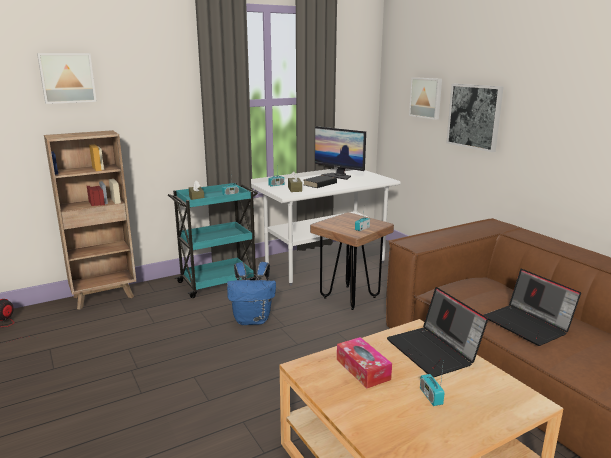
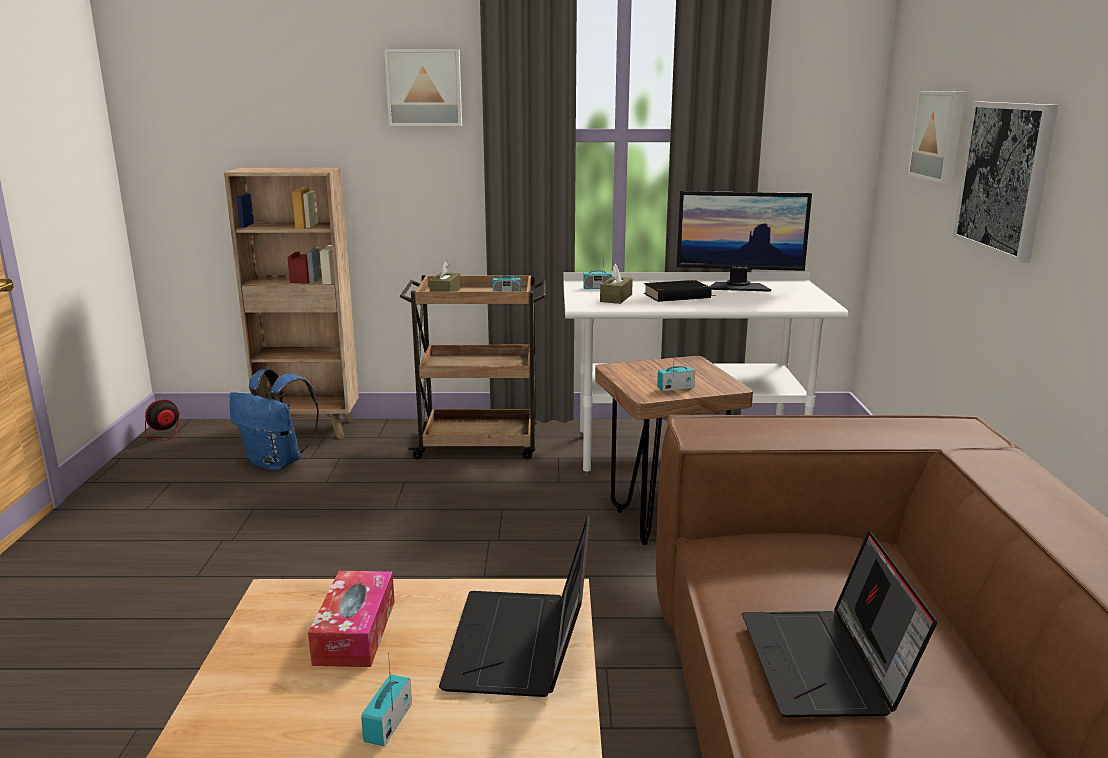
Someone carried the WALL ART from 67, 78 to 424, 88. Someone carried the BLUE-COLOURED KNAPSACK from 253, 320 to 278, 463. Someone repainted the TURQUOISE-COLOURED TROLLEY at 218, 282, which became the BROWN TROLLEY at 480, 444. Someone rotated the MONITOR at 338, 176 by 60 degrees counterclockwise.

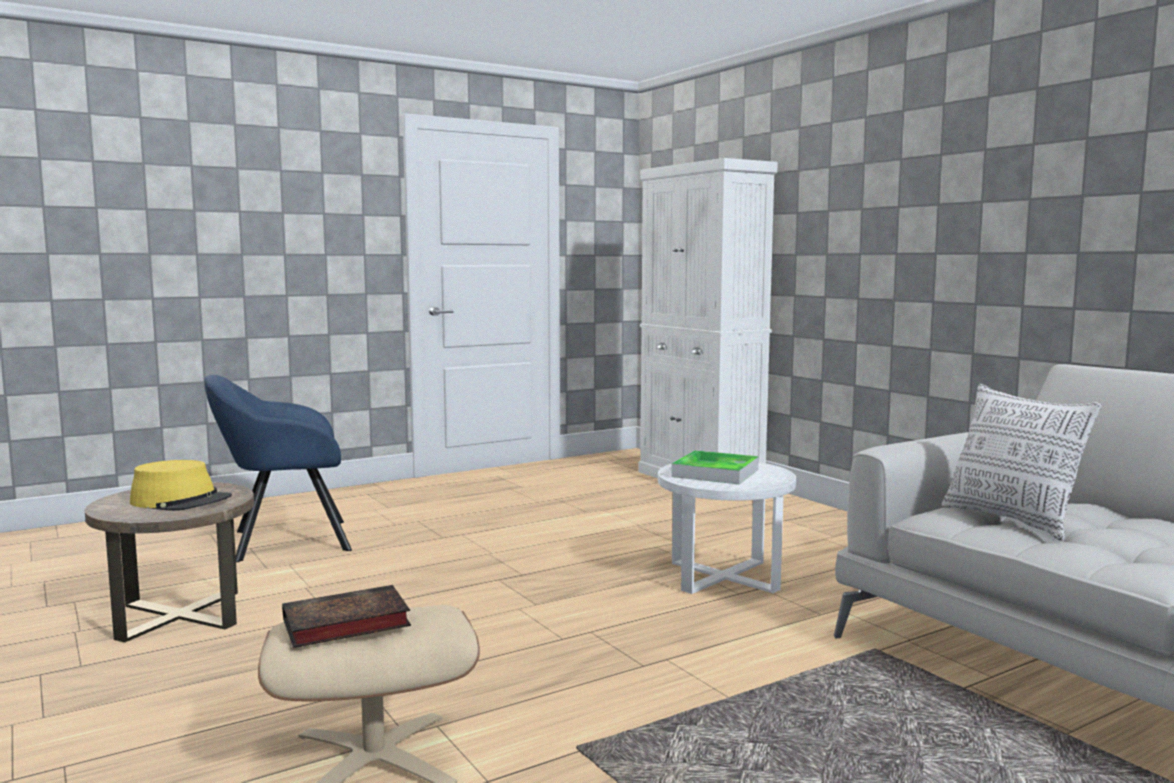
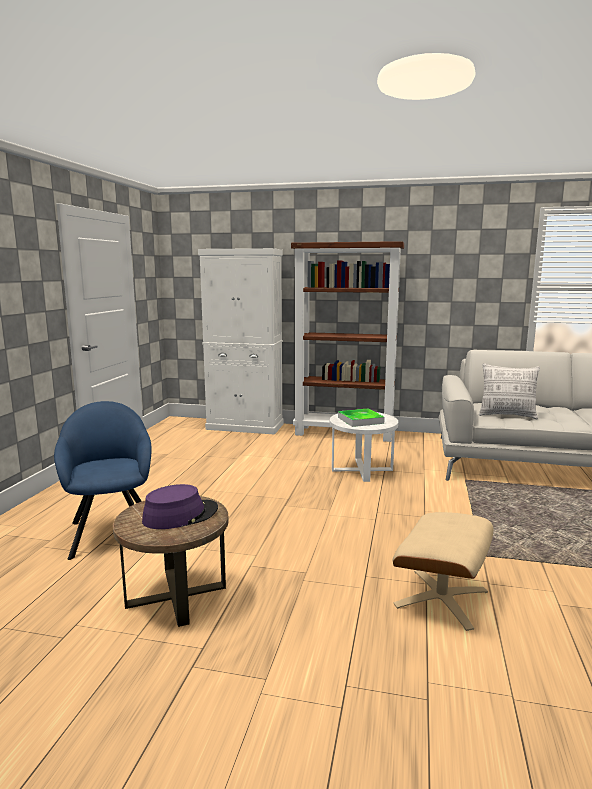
Someone took away the VOLUME at 343, 624. Someone put down the BROWN SHELVING UNIT at 345, 433. Someone repainted the YELLOWISH CLOTHING HAT at 181, 501, which became the PURPLISH CLOTHING HAT at 180, 515. Someone rotated the BLUE-COLOURED ARMCHAIR at 283, 541 by 135 degrees clockwise.

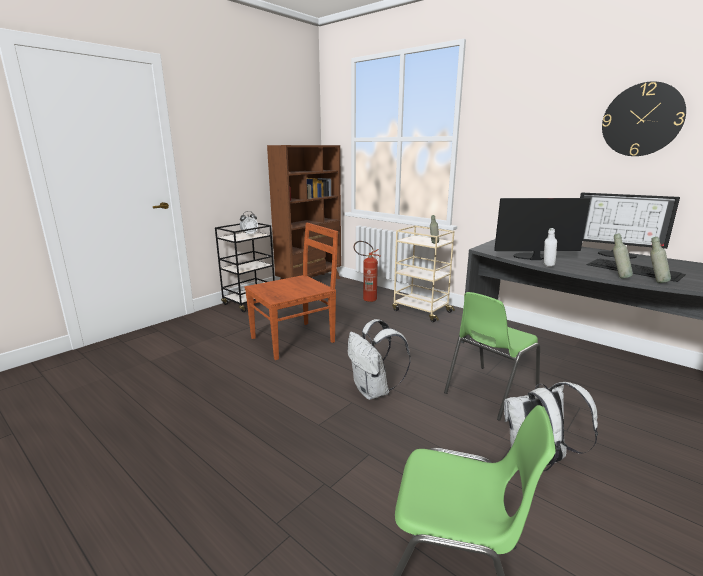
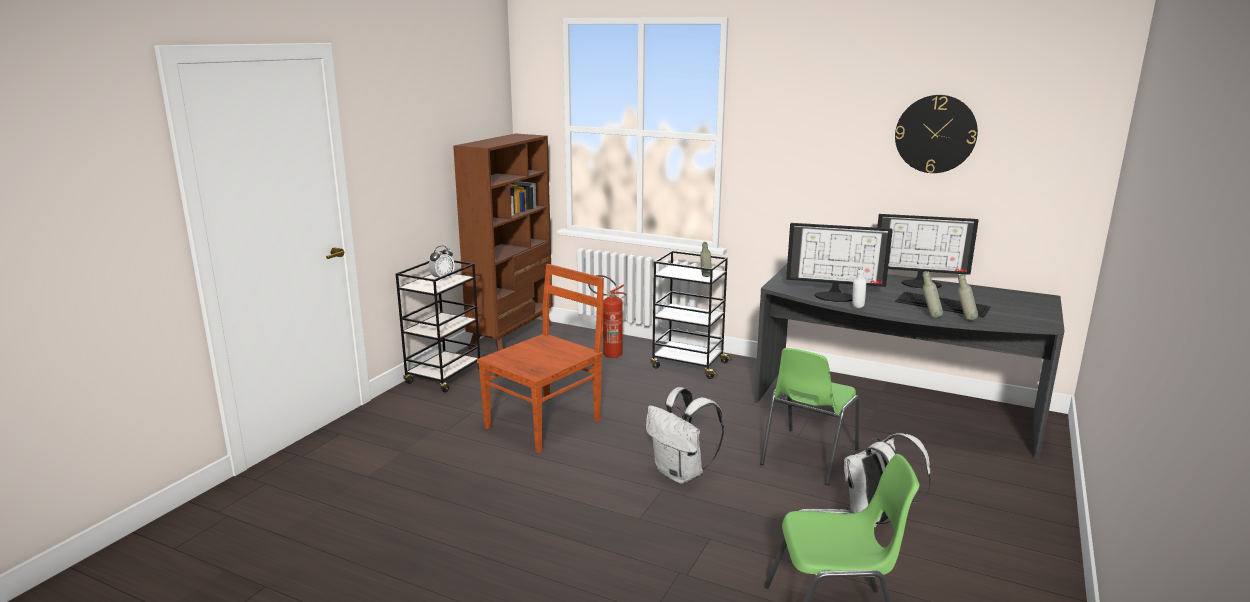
Someone repainted the BEIGE-COLOURED TROLLEY at 421, 311, which became the BLACKISH TROLLEY at 688, 365. Someone rotated the MONITOR at 531, 257 by 150 degrees counterclockwise.

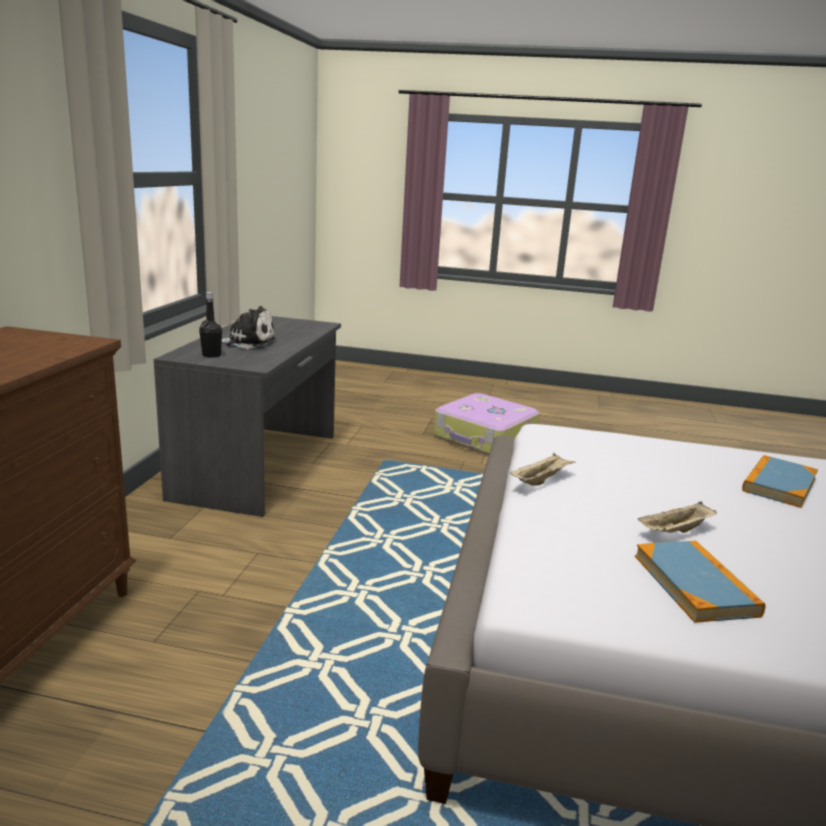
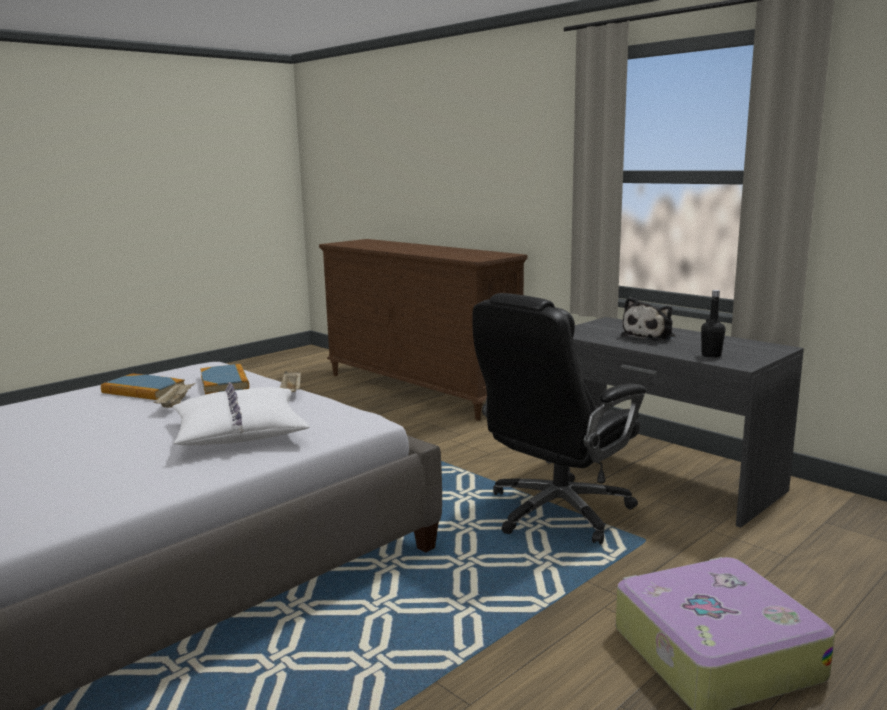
Someone put down the WHITE-COLOURED THROW PILLOW at 239, 431. Someone put down the BLACKISH OFFICE CHAIR at 556, 512. Someone carried the BLACKISH DRINK BOTTLE from 211, 355 to 711, 355. Someone carried the VOLUME from 779, 484 to 224, 382.

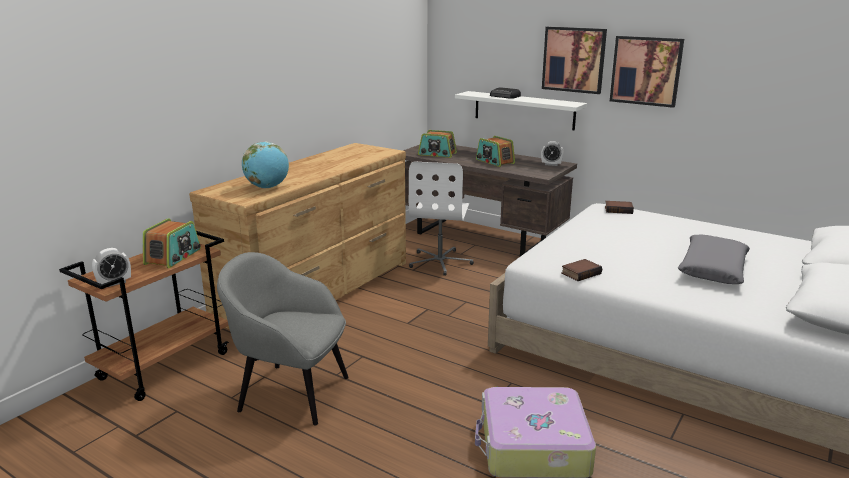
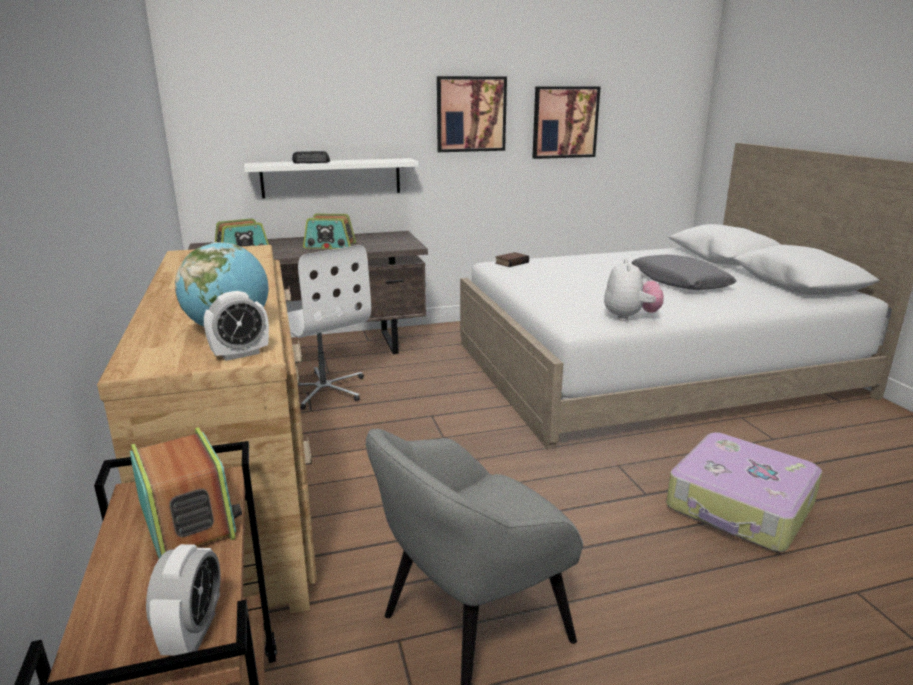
Someone carried the ALARM CLOCK from 551, 164 to 240, 354. Someone carried the WALL ART from 573, 59 to 565, 122. Someone swapped the VOLUME at 580, 273 for the SOFT TOY at 630, 317.

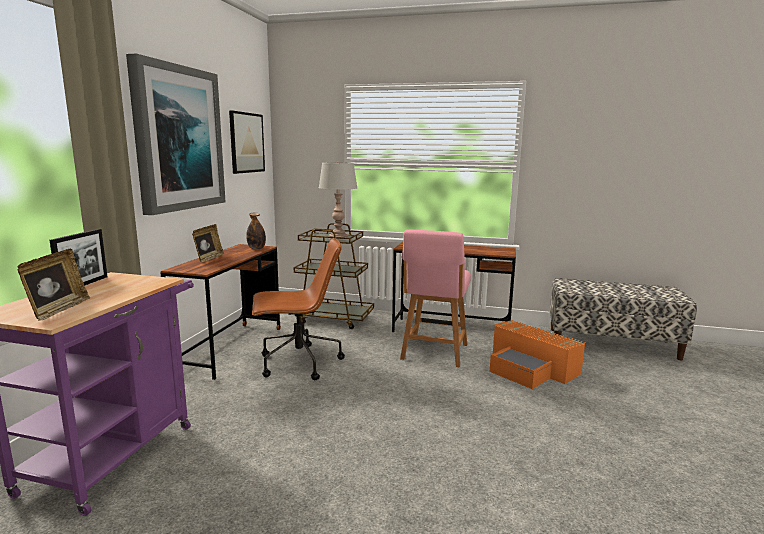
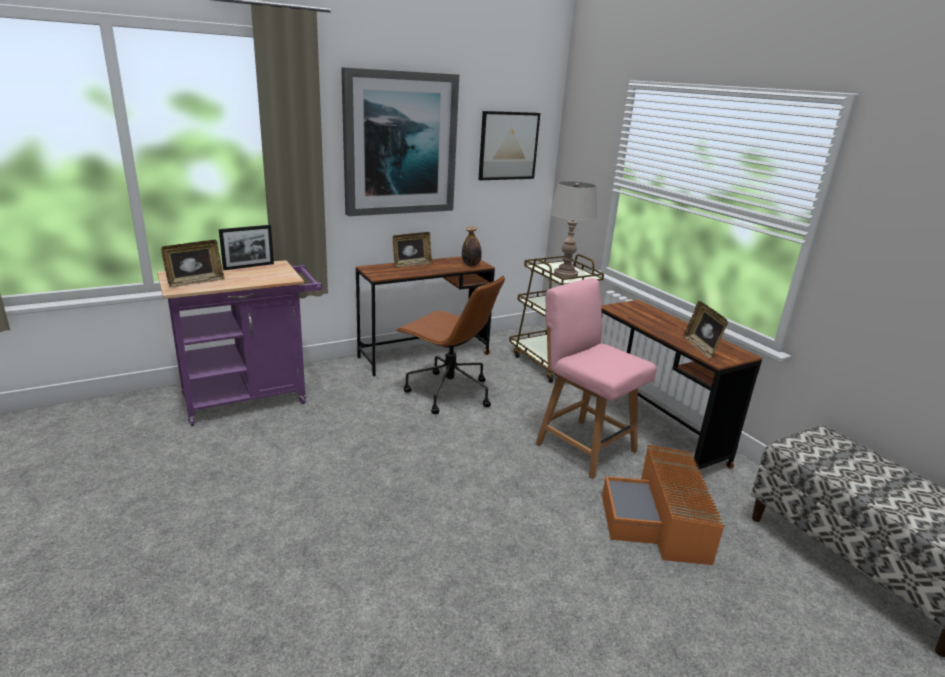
Someone put down the PHOTO FRAME at 701, 348. Someone rotated the PINK CHAIR at 434, 353 by 75 degrees clockwise.

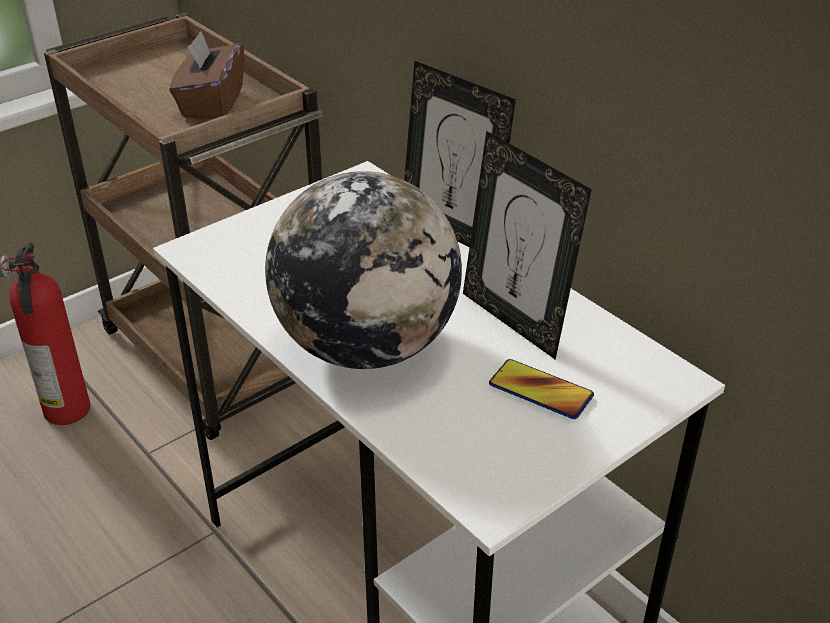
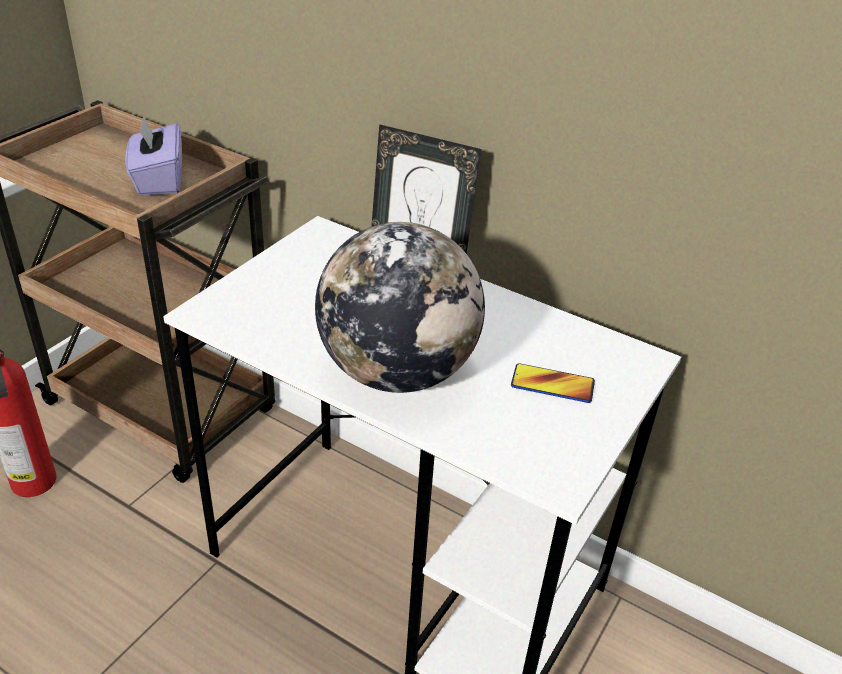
Someone took away the PHOTO FRAME at 515, 320. Someone repainted the BROWN TISSUE BOX at 211, 103, which became the PURPLISH TISSUE BOX at 158, 180.

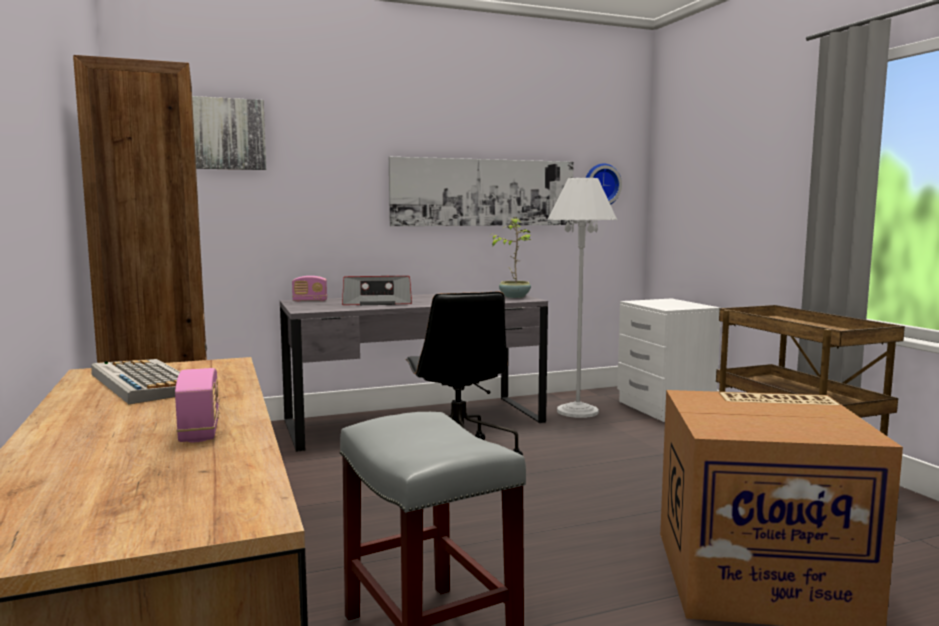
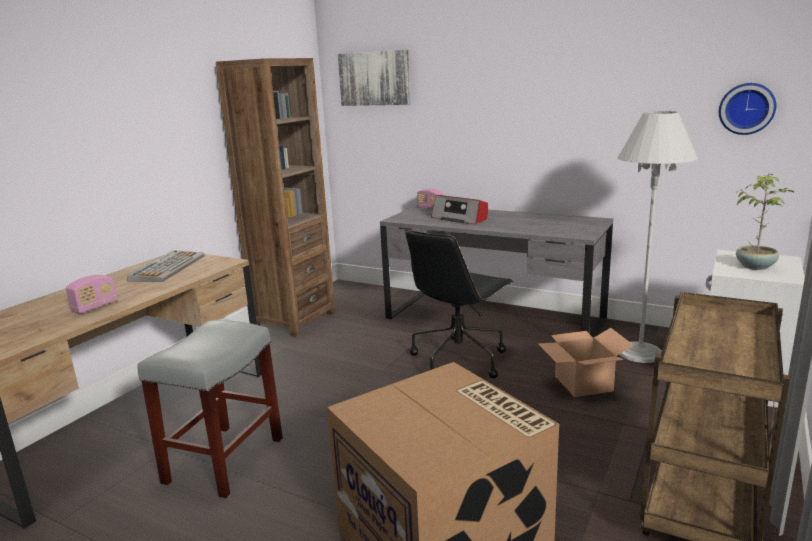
Someone took away the WALL ART at 484, 192. Someone put down the CARTON at 584, 384. Someone carried the HOUSEPLANT from 514, 296 to 755, 266.

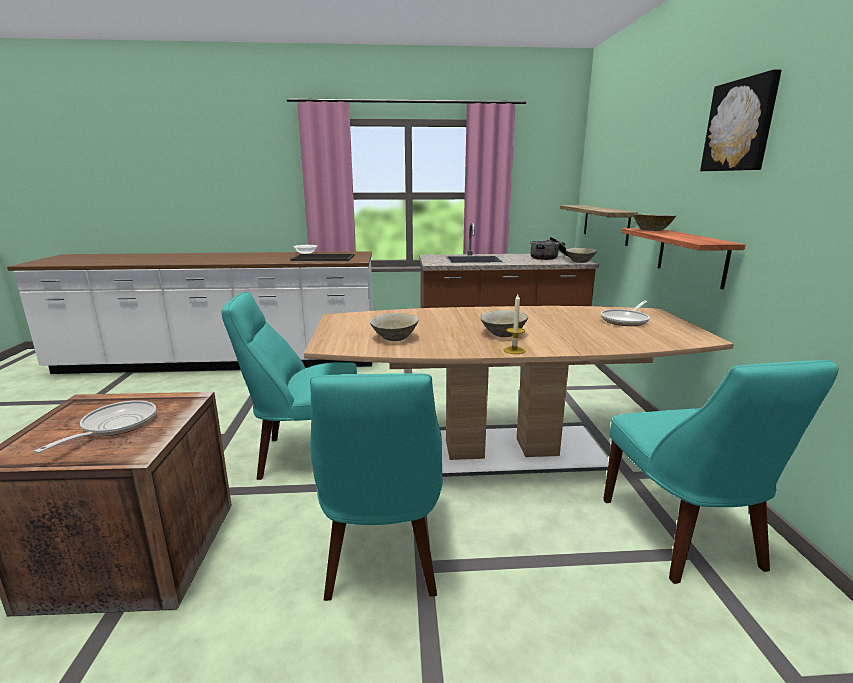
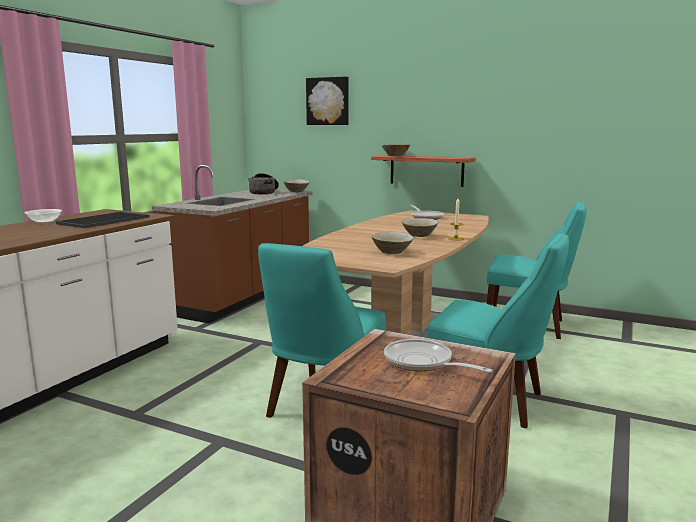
Someone took away the SHELF at 605, 223. Someone carried the WALL ART from 741, 126 to 328, 101.

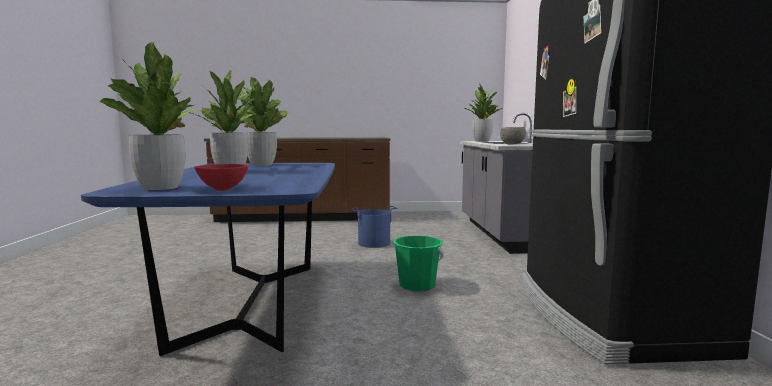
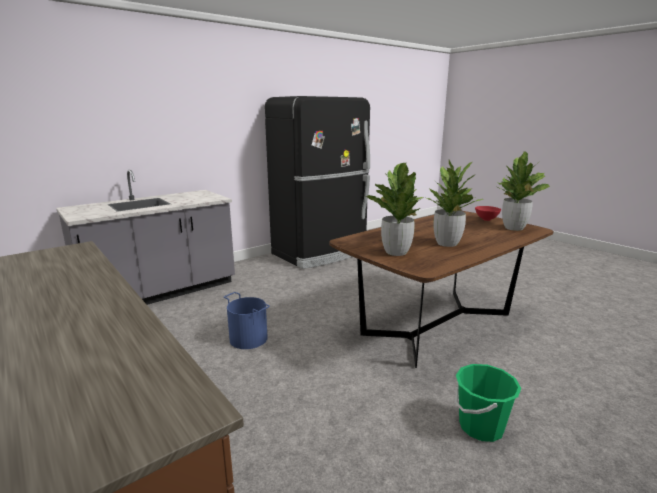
Someone took away the HOUSEPLANT at 482, 141. Someone took away the GREY SERVING BOWL at 512, 144. Someone carried the GREEN WATER BUCKET from 417, 285 to 481, 427. Someone repainted the BLUE-COLOURED DINING TABLE at 253, 302, which became the BROWN DINING TABLE at 437, 324.

